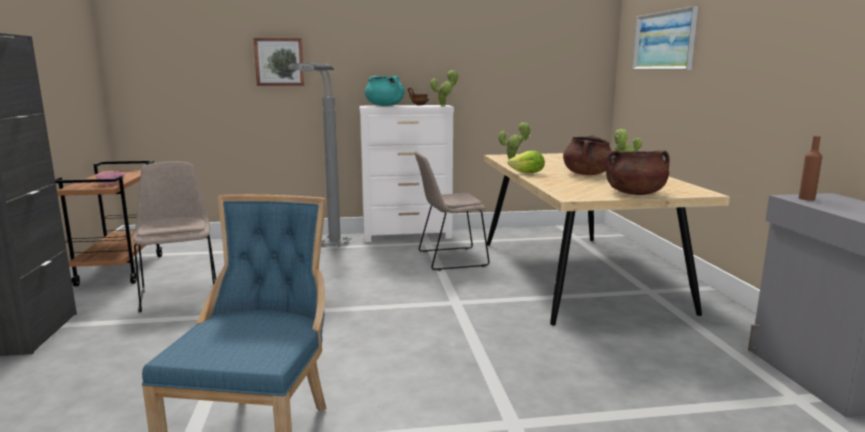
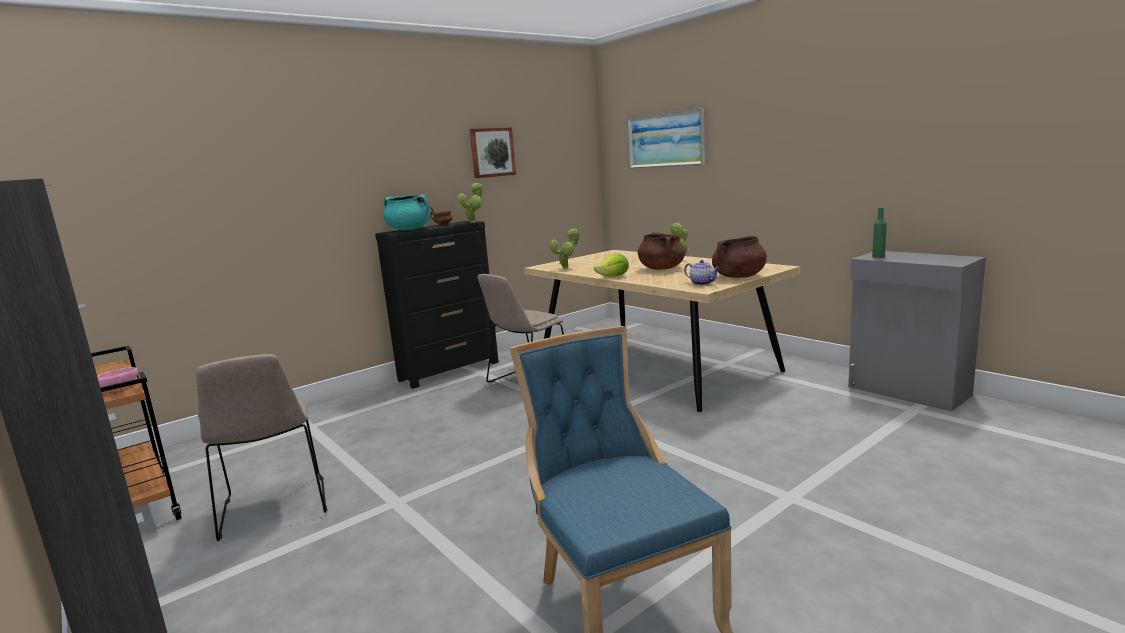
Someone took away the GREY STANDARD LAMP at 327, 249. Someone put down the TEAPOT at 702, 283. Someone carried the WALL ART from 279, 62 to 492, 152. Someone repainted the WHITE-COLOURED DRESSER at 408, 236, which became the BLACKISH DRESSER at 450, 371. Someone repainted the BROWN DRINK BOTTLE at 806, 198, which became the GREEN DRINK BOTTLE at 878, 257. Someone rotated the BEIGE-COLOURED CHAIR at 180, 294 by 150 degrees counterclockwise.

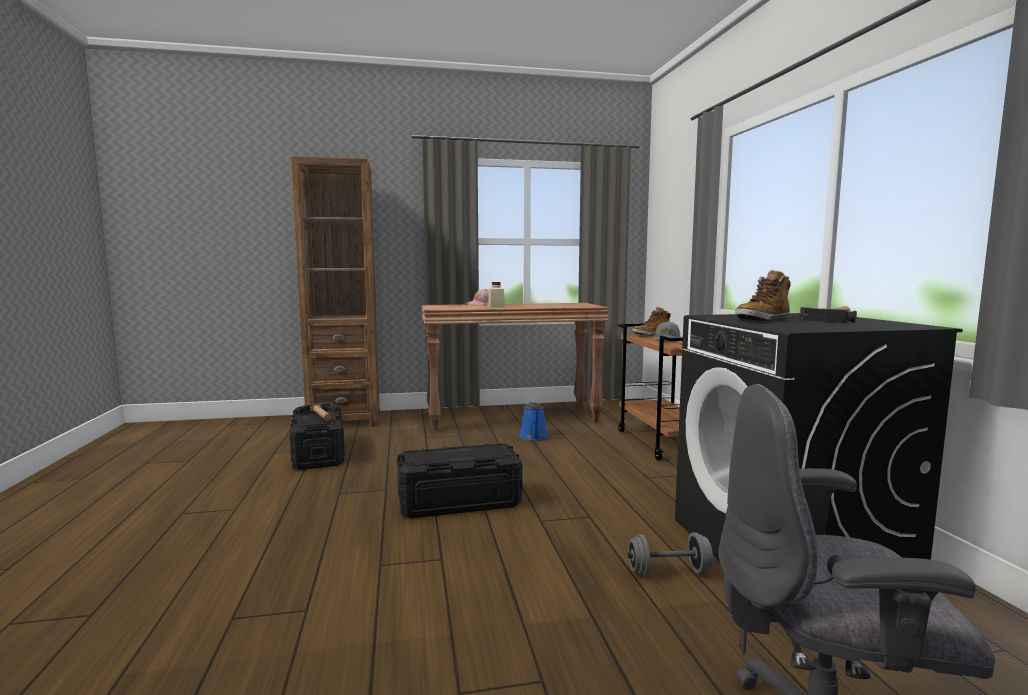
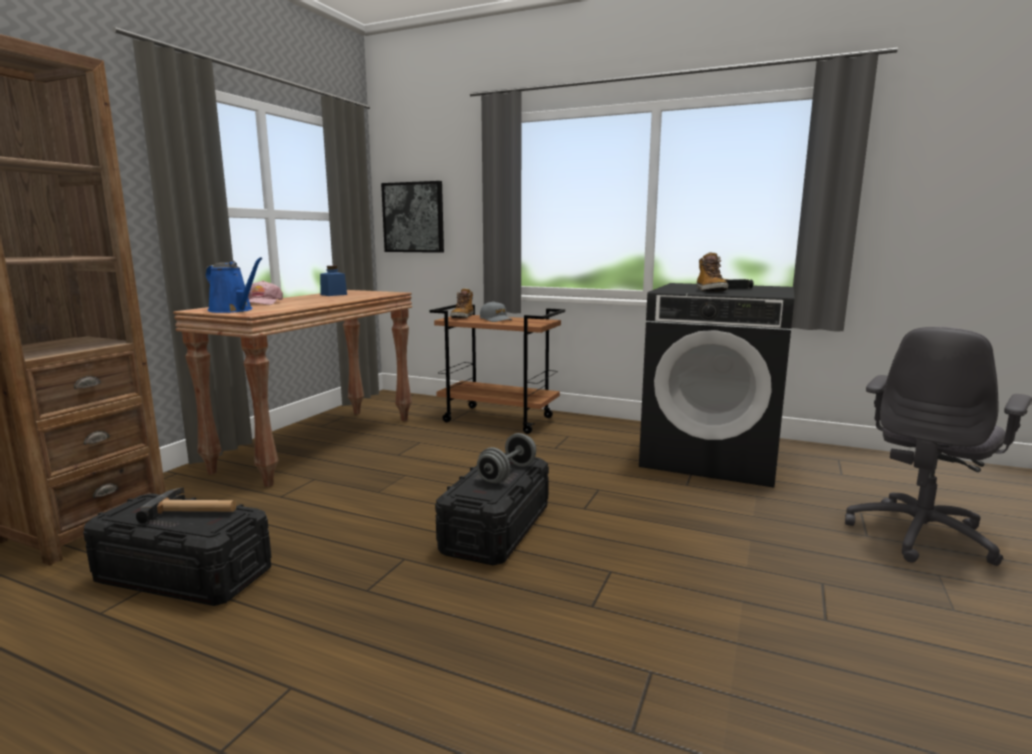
Someone took away the BEIGE-COLOURED PRESERVE JAR at 496, 307. Someone put down the BLUE-COLOURED PRESERVE JAR at 333, 294. Someone put up the WALL ART at 413, 217. Someone carried the BLUE-COLOURED SPRINKLING CAN from 534, 437 to 233, 310. Someone carried the GREY DUMBBELL from 668, 572 to 507, 474.

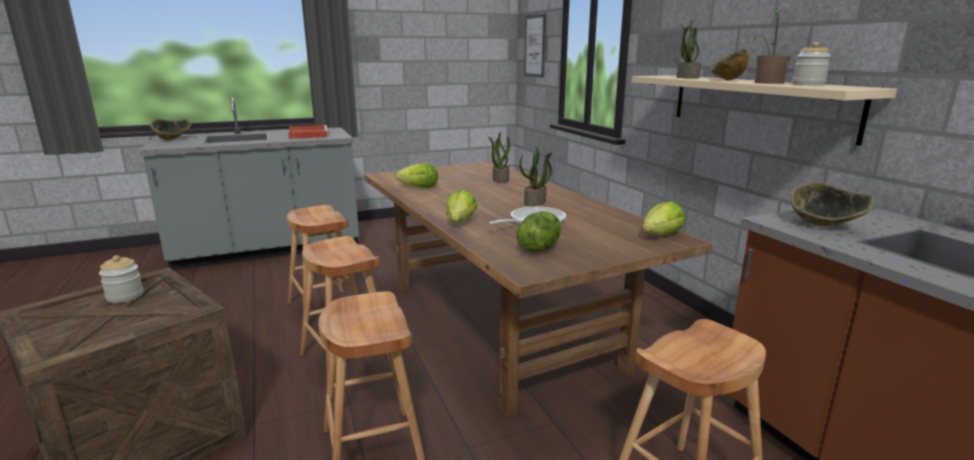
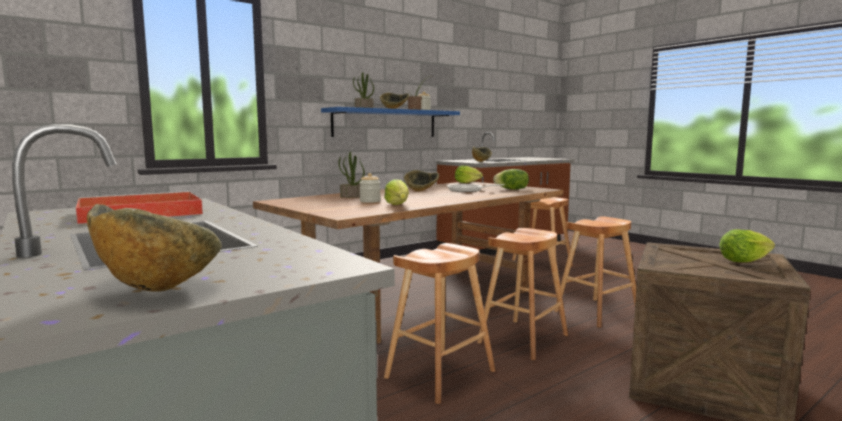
Someone took away the WALL ART at 535, 46. Someone carried the PRESERVE JAR from 125, 296 to 370, 201. Someone carried the LETTUCE HEAD from 460, 222 to 743, 261. Someone swapped the HOUSEPLANT at 535, 202 for the SERVING BOWL at 421, 191. Someone repainted the BEIGE-COLOURED SHELF at 756, 104, which became the BLUE-COLOURED SHELF at 385, 123.

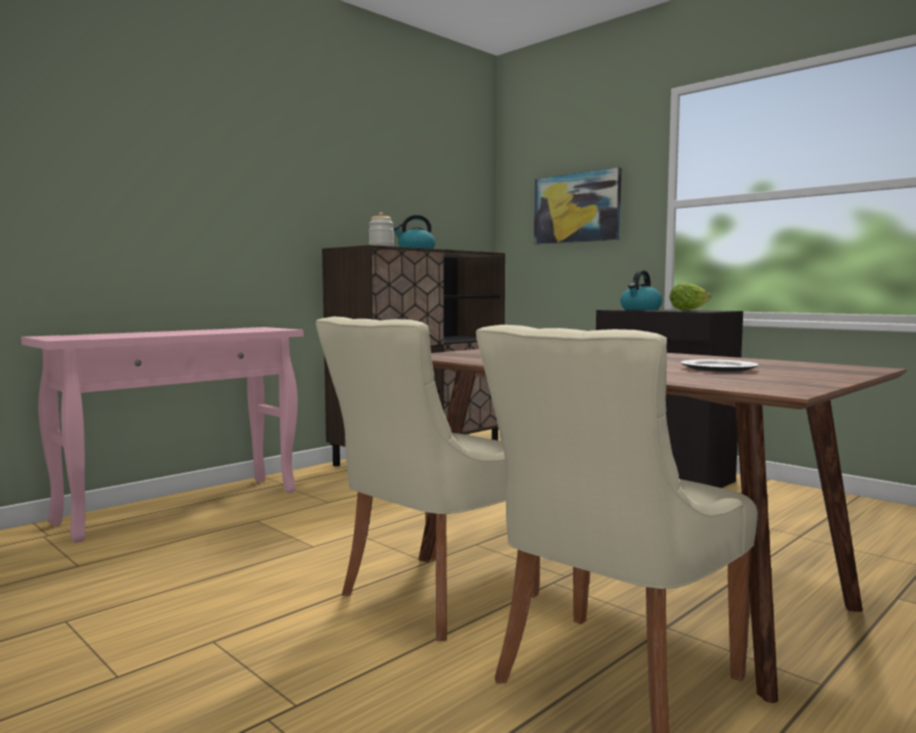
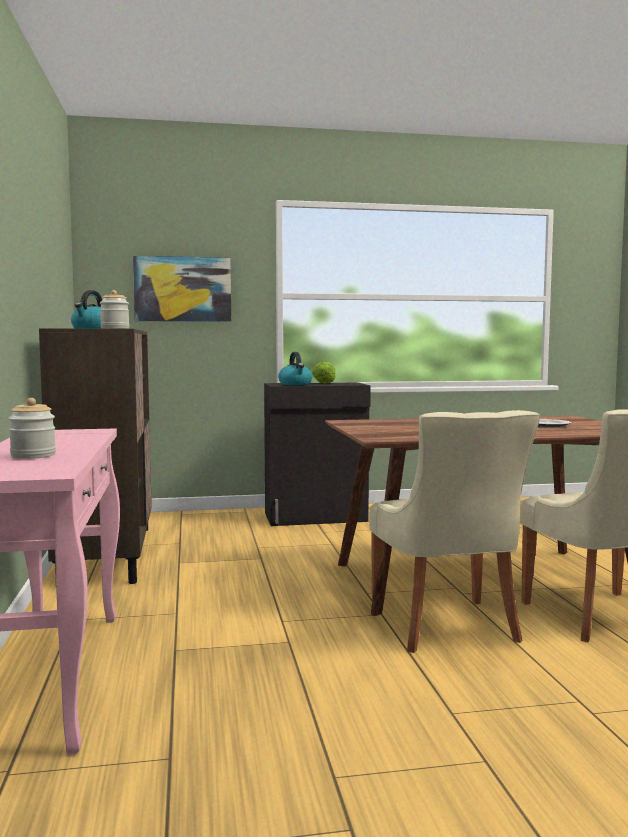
Someone put down the PRESERVE JAR at 33, 455.

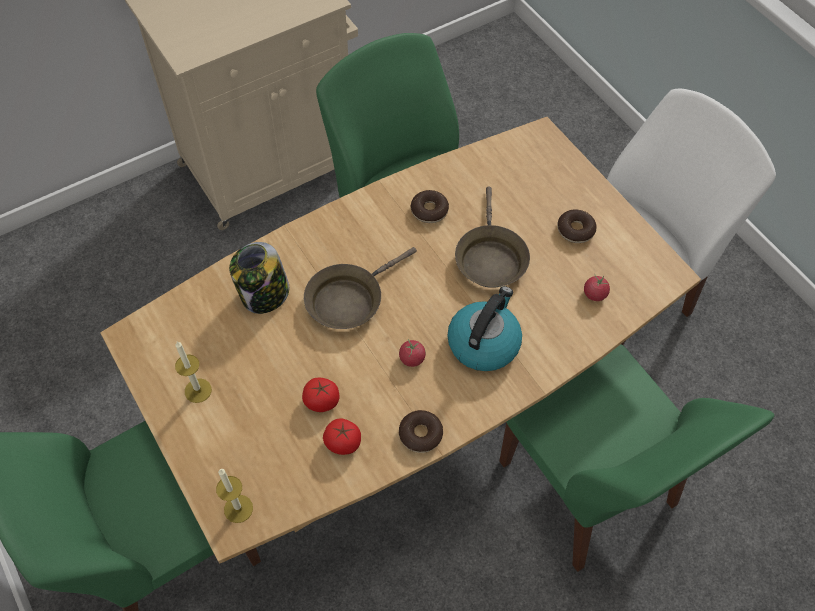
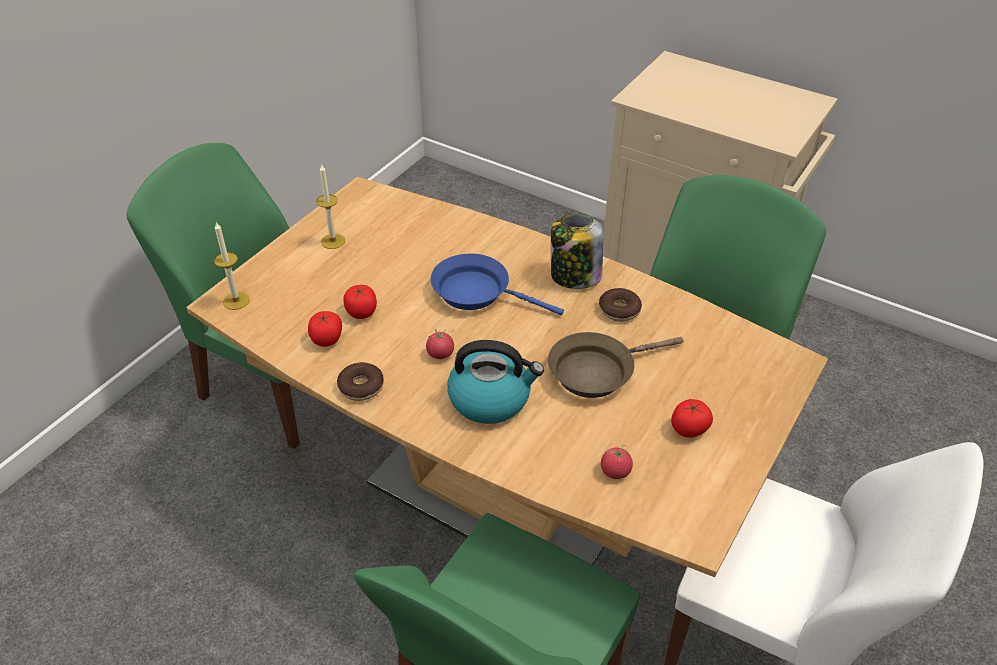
Someone carried the PRESERVE JAR from 264, 295 to 574, 276. Someone swapped the RING DOUGHNUT at 575, 230 for the FRESH TOMATO at 689, 429. Someone repainted the BROWN FRYING PAN at 349, 299, which became the BLUE-COLOURED FRYING PAN at 477, 292.

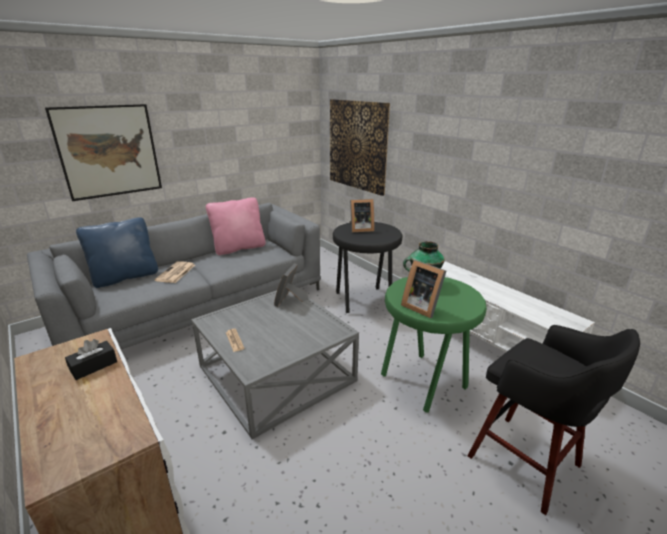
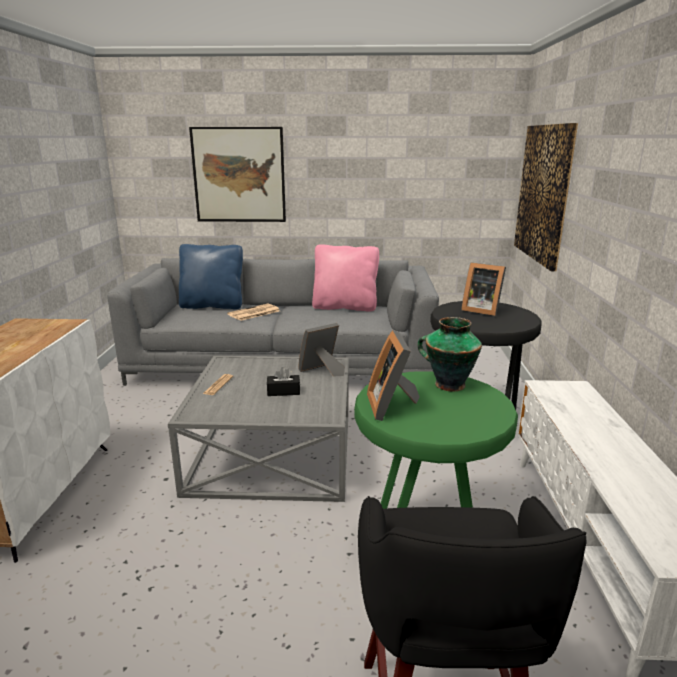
Someone carried the BLACKISH TISSUE BOX from 94, 366 to 283, 391.

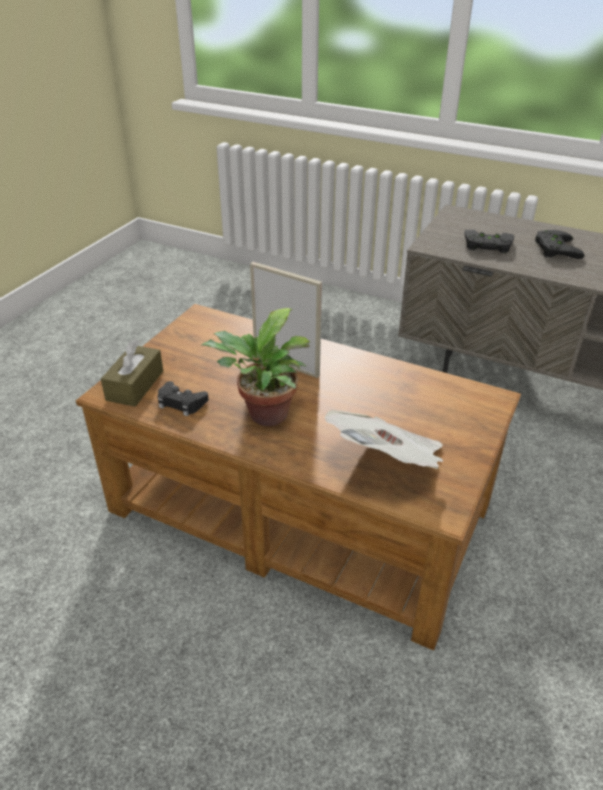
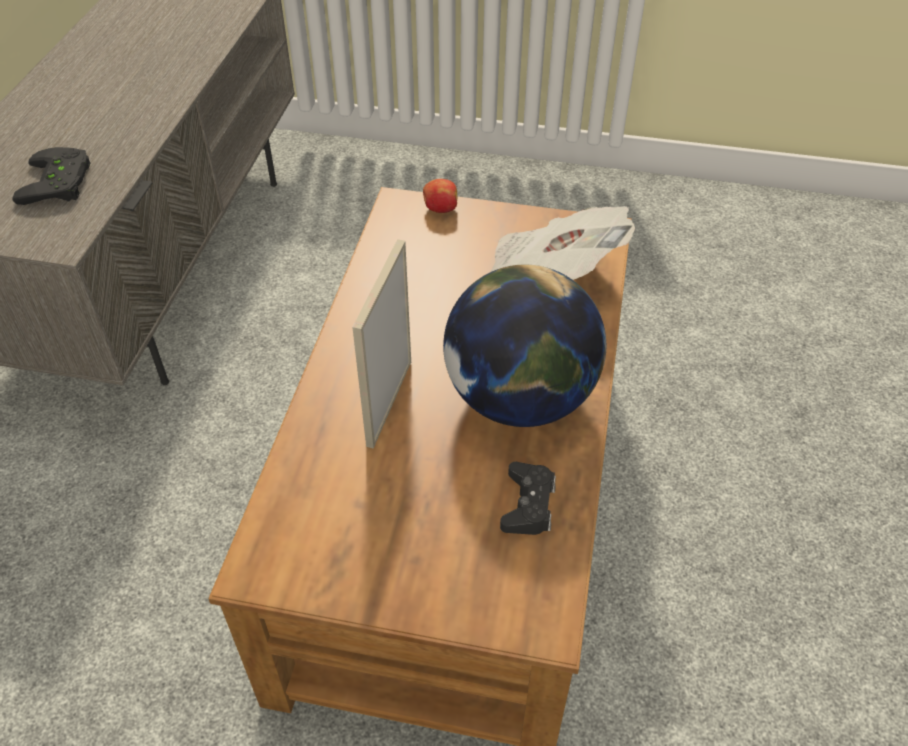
Someone took away the BROWN TISSUE BOX at 135, 385. Someone took away the BLACKISH JOYPAD at 553, 248. Someone put down the APPLE FRUIT at 440, 209. Someone swapped the HOUSEPLANT at 264, 417 for the DESK GLOBE at 519, 398.

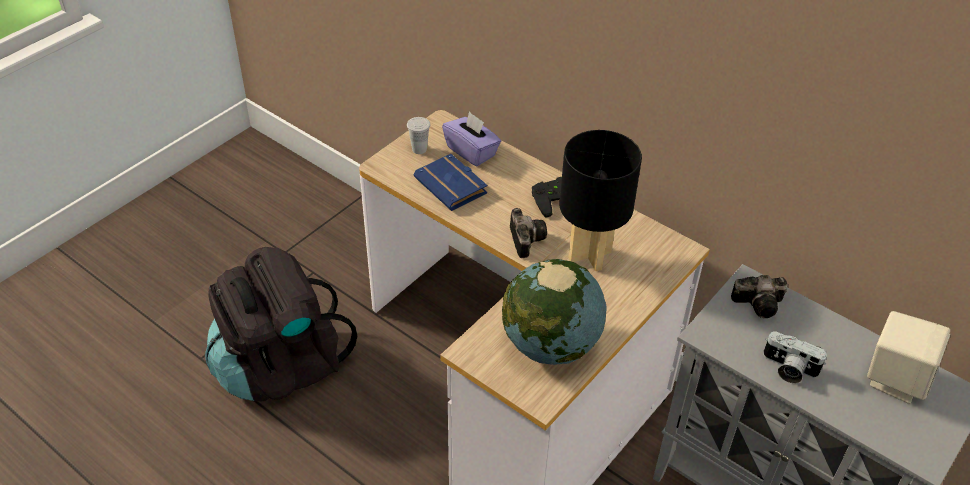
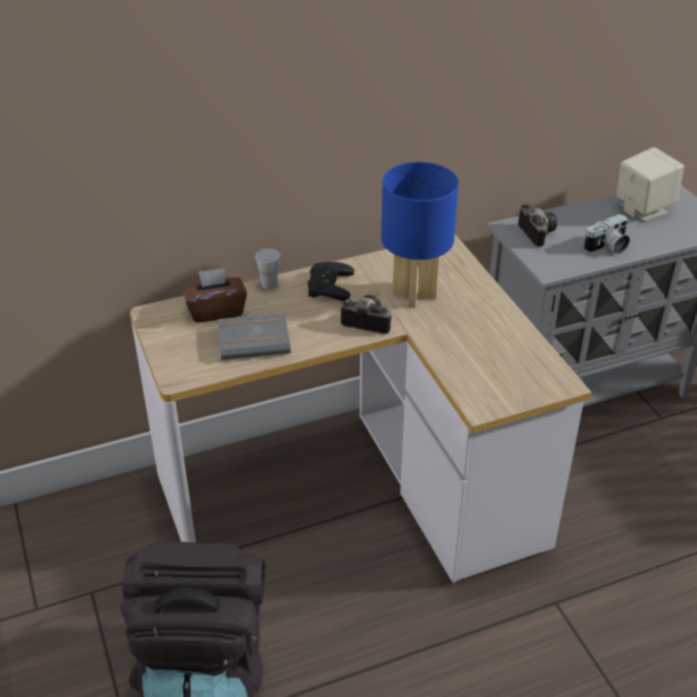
Someone took away the DESK GLOBE at 551, 345. Someone carried the WHITE-COLOURED DRINKING CUP from 419, 149 to 269, 284. Someone repainted the BLUE-COLOURED VOLUME at 453, 186, which became the GREY VOLUME at 255, 340. Someone repainted the PURPLISH TISSUE BOX at 471, 151, which became the BROWN TISSUE BOX at 216, 311. Someone repainted the BLACKISH TABLETOP LAMP at 590, 256, which became the BLUE-COLOURED TABLETOP LAMP at 415, 294. Someone rotated the PHOTO CAMERA at 760, 304 by 45 degrees counterclockwise.

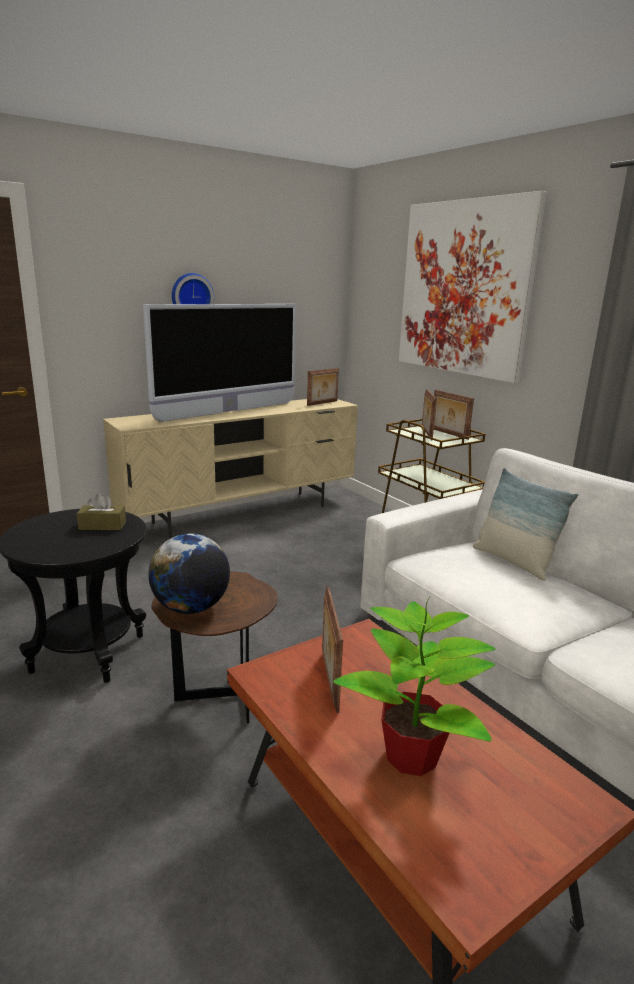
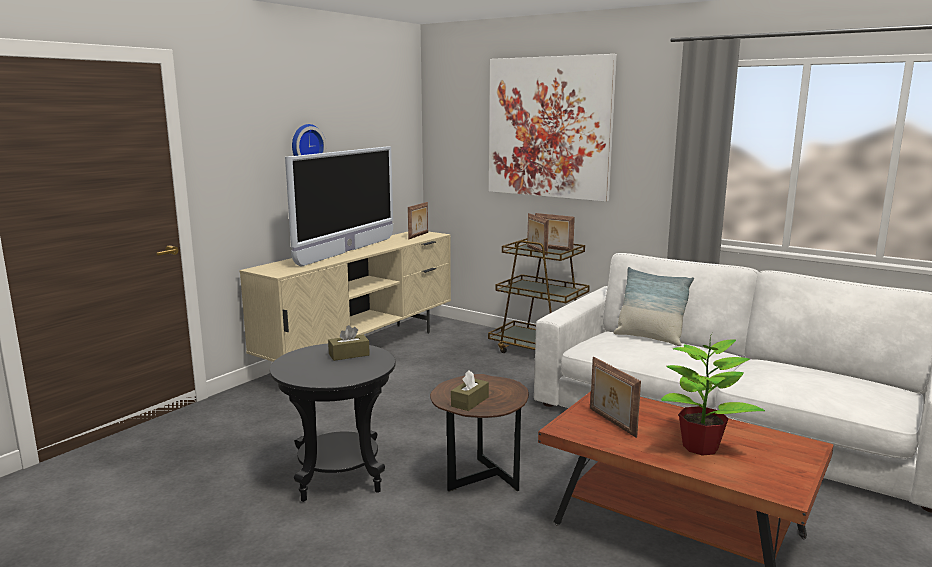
Someone swapped the DESK GLOBE at 191, 608 for the BROWN TISSUE BOX at 470, 402.

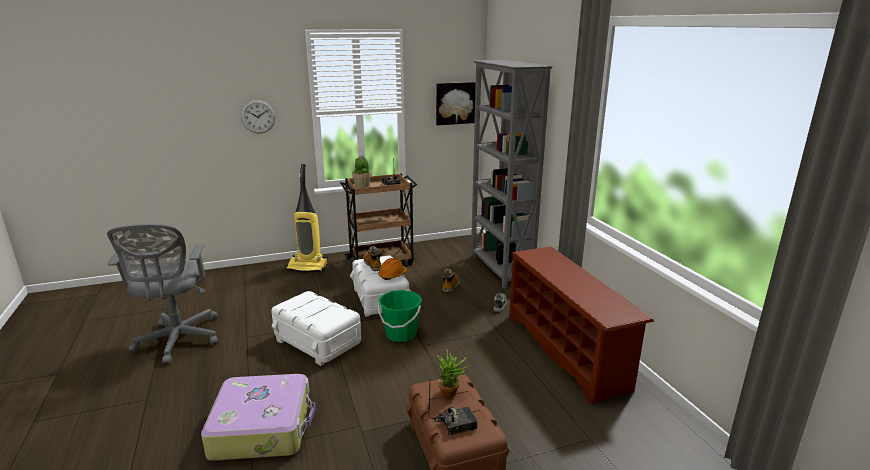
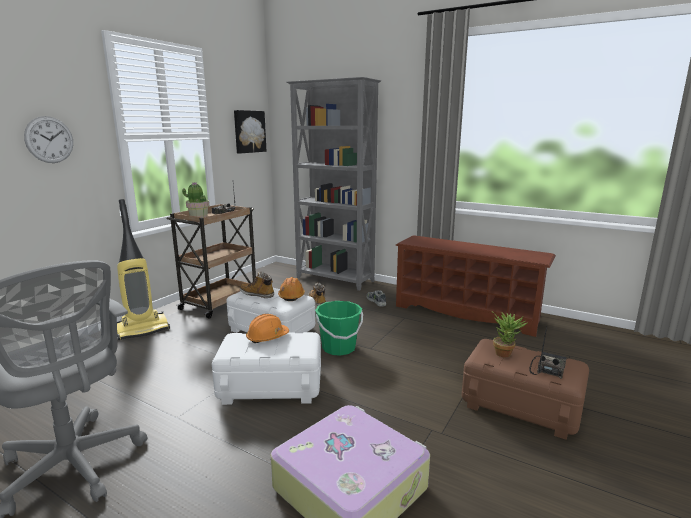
Someone put down the ORANGEY HARD HAT at 267, 337.

